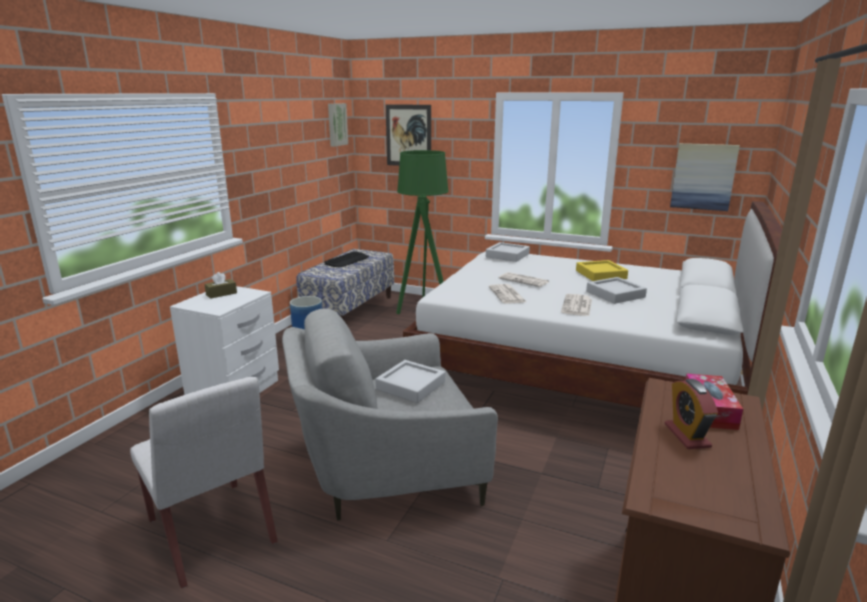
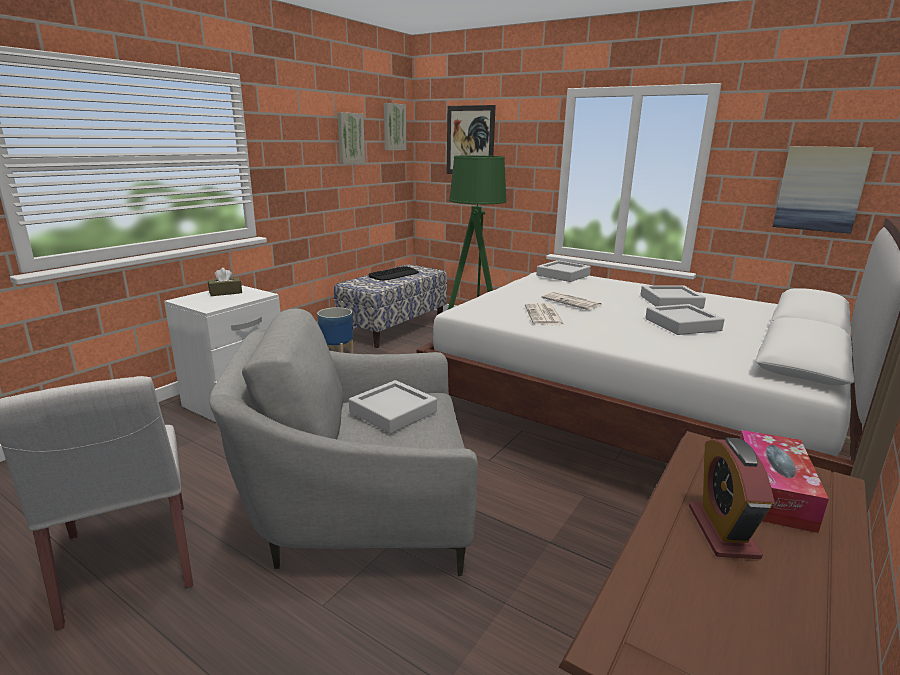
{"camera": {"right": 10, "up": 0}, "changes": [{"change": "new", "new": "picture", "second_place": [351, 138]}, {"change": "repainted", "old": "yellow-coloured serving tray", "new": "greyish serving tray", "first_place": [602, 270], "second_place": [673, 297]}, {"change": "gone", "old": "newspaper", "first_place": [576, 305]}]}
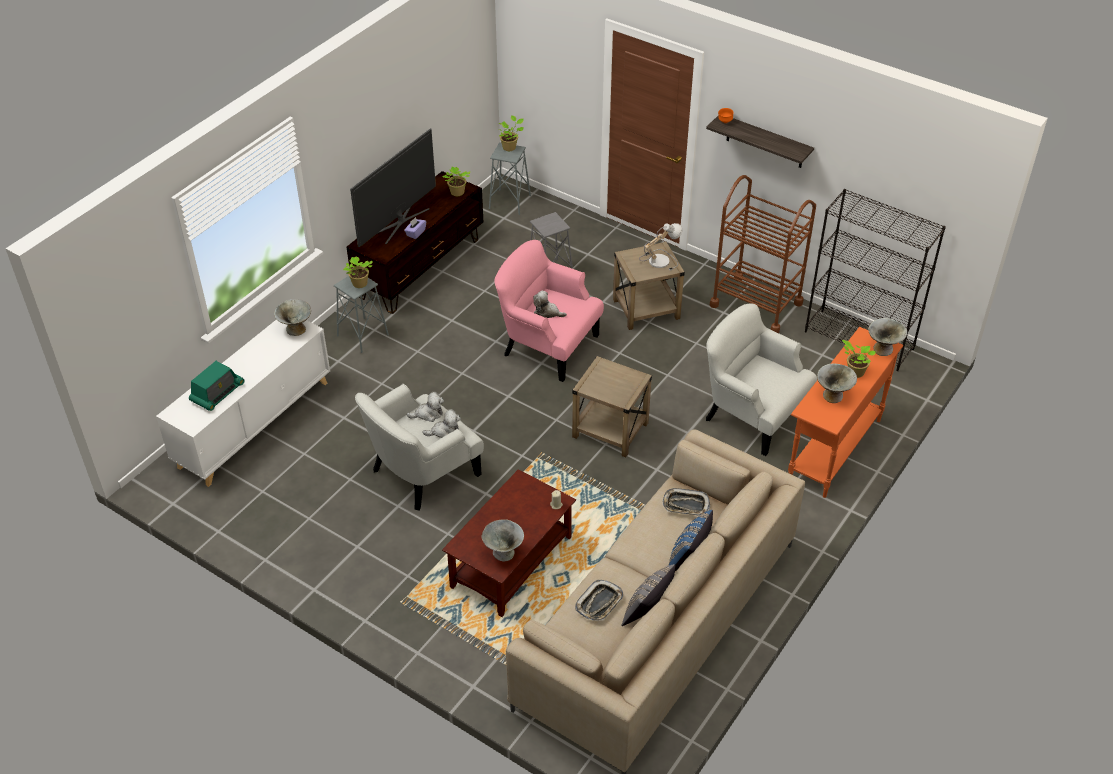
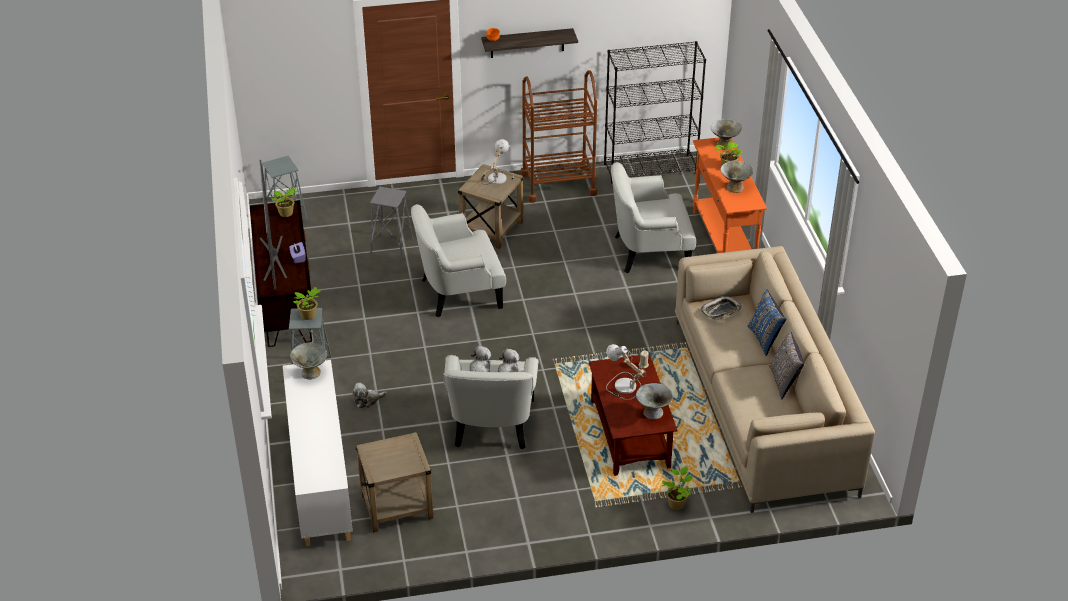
{"camera": {"right": -45, "up": -5}, "changes": [{"change": "shifted", "old": "cuddly toy", "first_place": [550, 304], "second_place": [369, 395]}, {"change": "shifted", "old": "sand-coloured accent table", "first_place": [612, 406], "second_place": [394, 482]}, {"change": "repainted", "old": "pink lounge chair", "new": "whitish lounge chair", "first_place": [549, 311], "second_place": [458, 260]}, {"change": "new", "new": "tabletop lamp", "second_place": [626, 372]}, {"change": "shifted", "old": "plant in a pot", "first_place": [511, 133], "second_place": [677, 488]}, {"change": "gone", "old": "radio set", "first_place": [216, 386]}, {"change": "gone", "old": "serving tray", "first_place": [599, 600]}]}
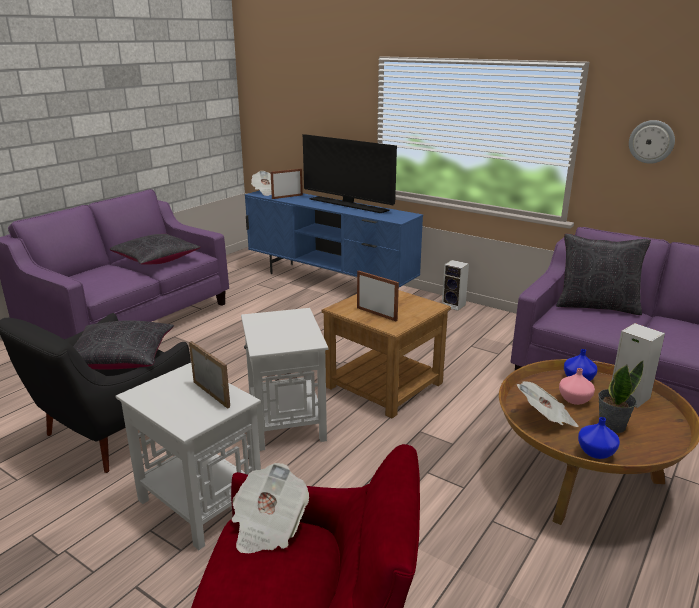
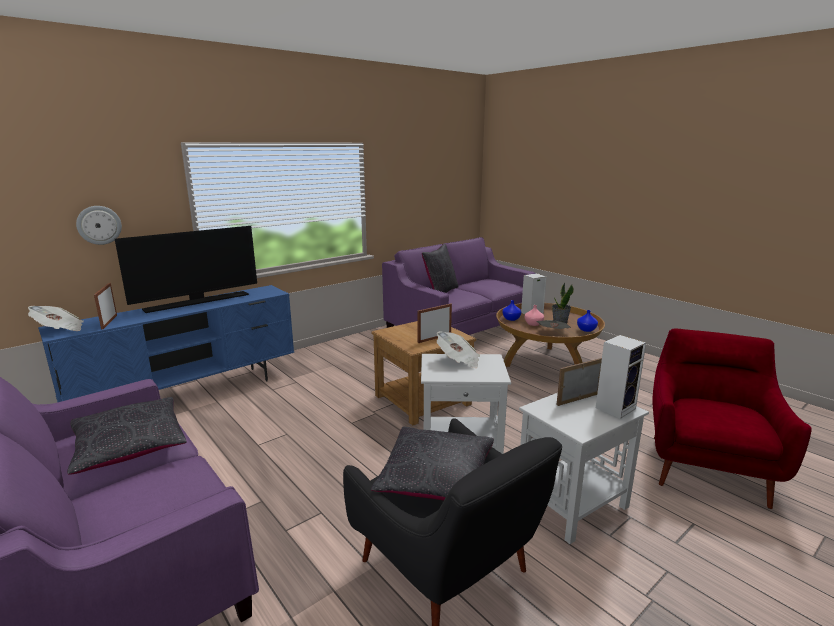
{"camera": {"right": -75, "up": -5}, "changes": [{"change": "shifted", "old": "hanging clock", "first_place": [652, 142], "second_place": [99, 225]}, {"change": "shifted", "old": "newspaper", "first_place": [270, 508], "second_place": [458, 349]}, {"change": "shifted", "old": "loudspeaker", "first_place": [455, 285], "second_place": [621, 377]}]}
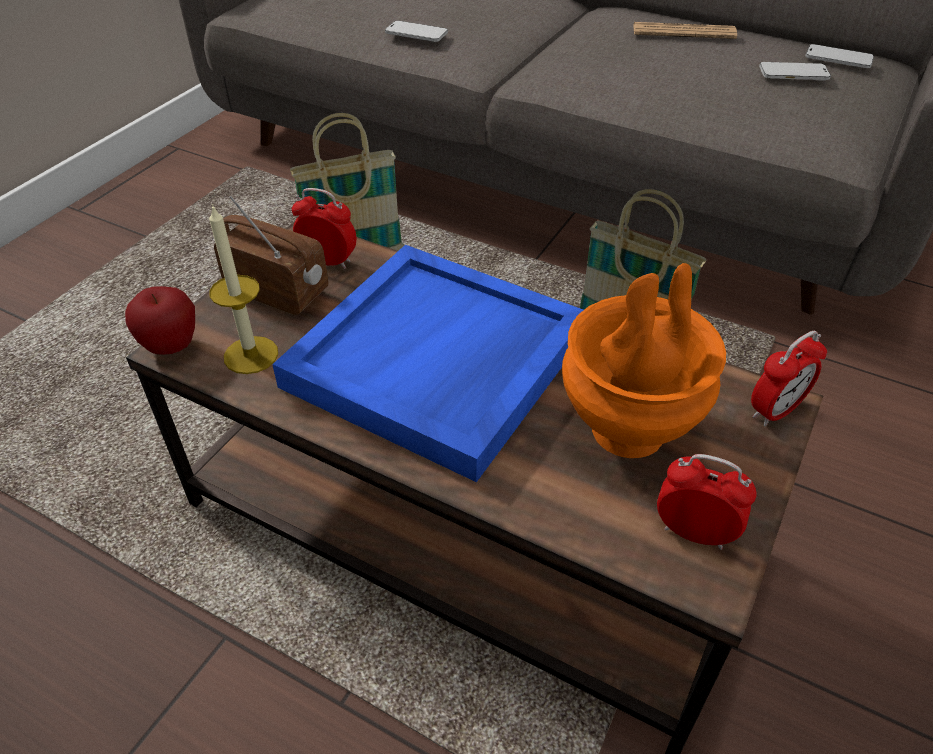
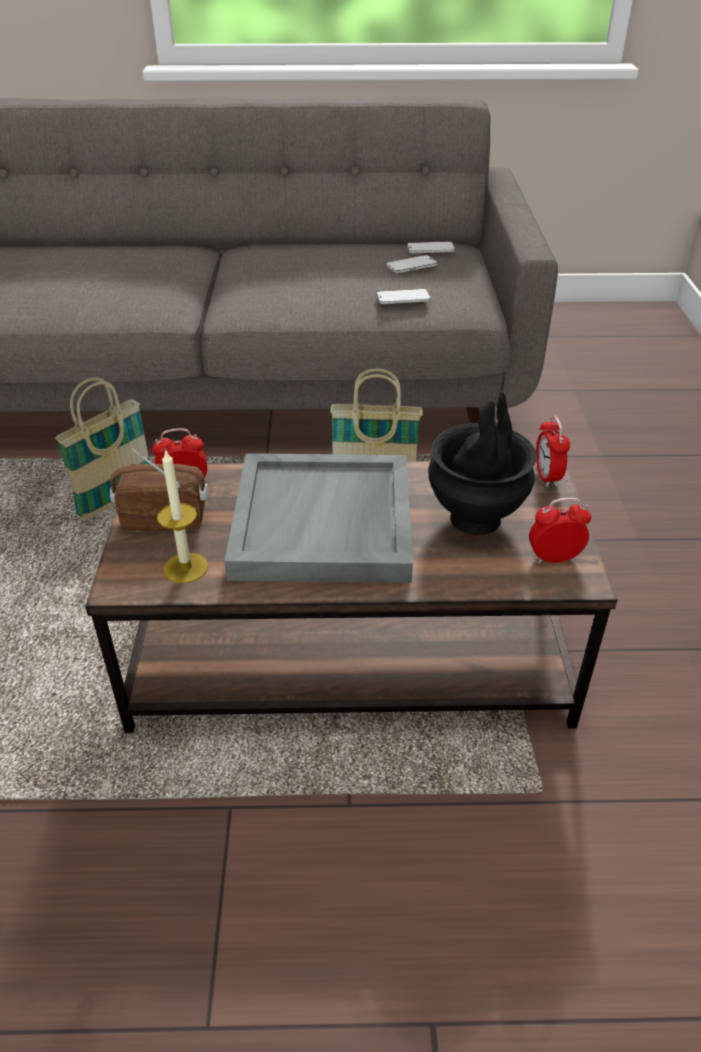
{"camera": {"right": -30, "up": -5}, "changes": [{"change": "repainted", "old": "bluish serving tray", "new": "greyish serving tray", "first_place": [427, 363], "second_place": [318, 518]}, {"change": "shifted", "old": "phone", "first_place": [416, 31], "second_place": [403, 296]}, {"change": "repainted", "old": "orangey decorative vase", "new": "blackish decorative vase", "first_place": [644, 360], "second_place": [482, 462]}, {"change": "rotated", "old": "alarm clock", "first_place": [789, 378], "second_place": [553, 451], "degrees": 150}, {"change": "gone", "old": "apple fruit", "first_place": [160, 320]}, {"change": "gone", "old": "newspaper", "first_place": [685, 30]}]}
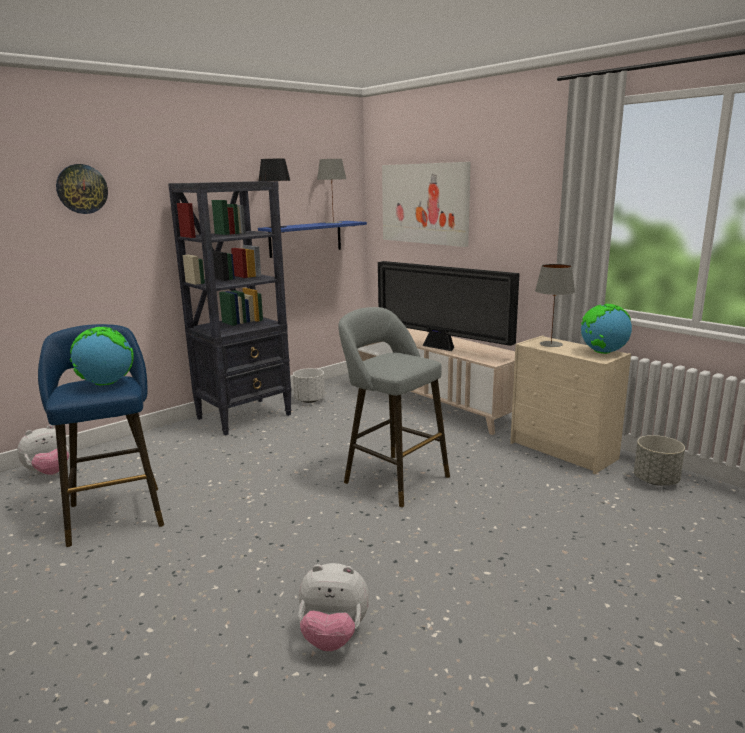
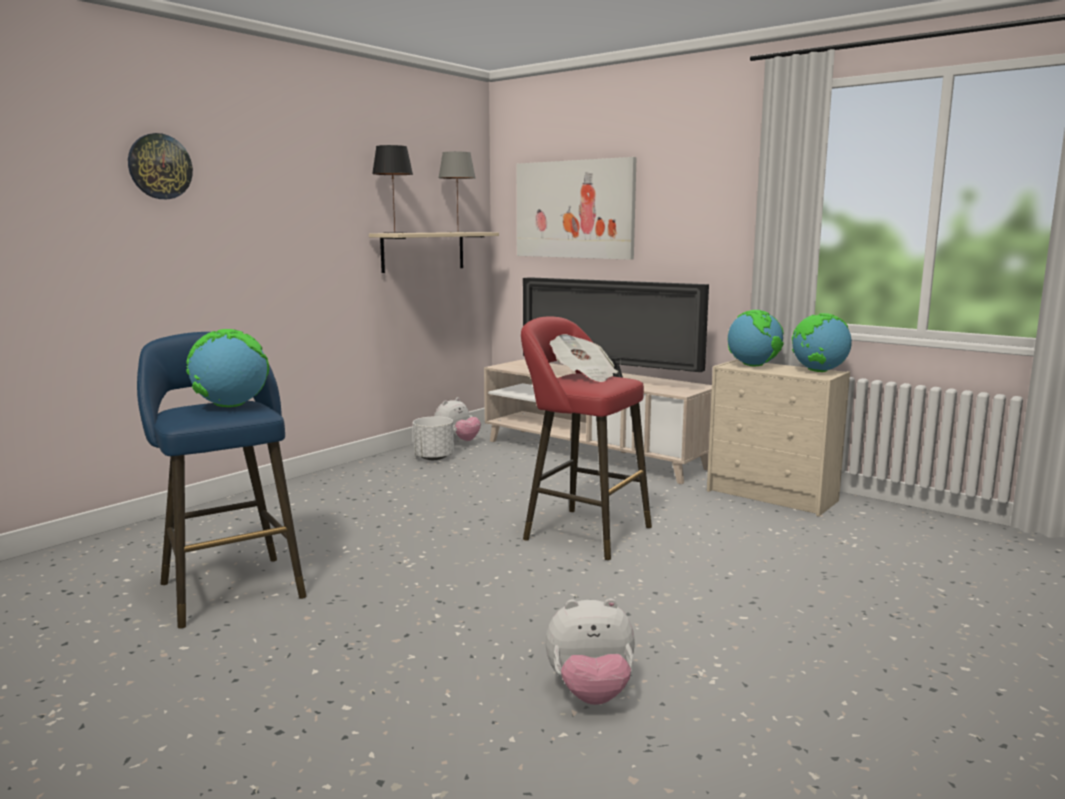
{"camera": {"right": -10, "up": -5}, "changes": [{"change": "repainted", "old": "bluish bracket shelf", "new": "sand-coloured bracket shelf", "first_place": [312, 239], "second_place": [434, 252]}, {"change": "shifted", "old": "cuddly toy", "first_place": [43, 450], "second_place": [457, 419]}, {"change": "repainted", "old": "greyish stool", "new": "reddish stool", "first_place": [394, 407], "second_place": [586, 438]}, {"change": "new", "new": "newspaper", "second_place": [584, 358]}, {"change": "swapped", "old": "greyish tabletop lamp", "new": "world globe", "first_place": [555, 305], "second_place": [755, 338]}, {"change": "gone", "old": "blackish shelving unit", "first_place": [230, 308]}, {"change": "gone", "old": "greyish planter", "first_place": [659, 460]}]}
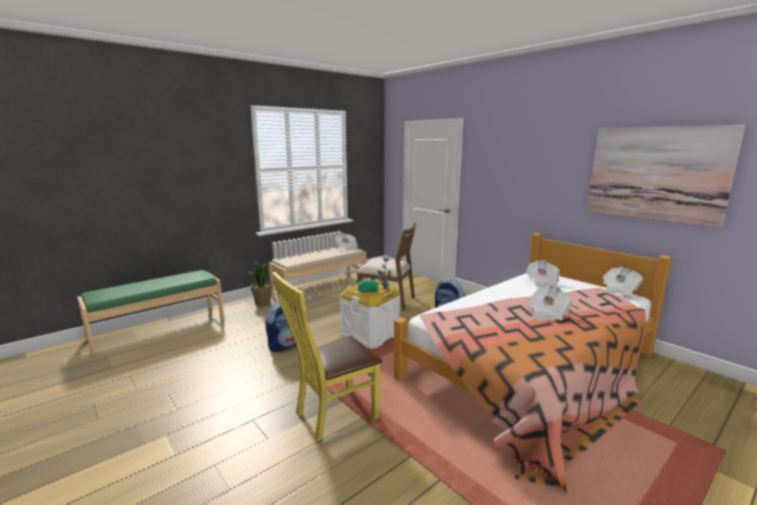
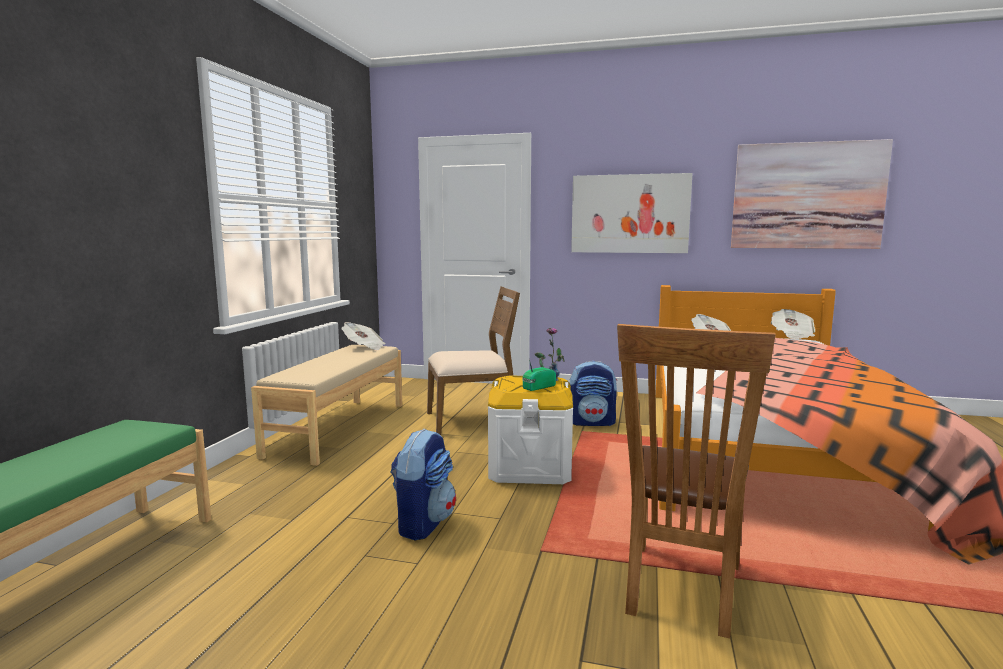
{"camera": {"right": -35, "up": -5}, "changes": [{"change": "new", "new": "picture", "second_place": [632, 213]}, {"change": "repainted", "old": "yellow-coloured upright chair", "new": "brown-coloured upright chair", "first_place": [327, 357], "second_place": [696, 481]}, {"change": "gone", "old": "plant in a pot", "first_place": [259, 283]}, {"change": "gone", "old": "newspaper", "first_place": [551, 303]}]}
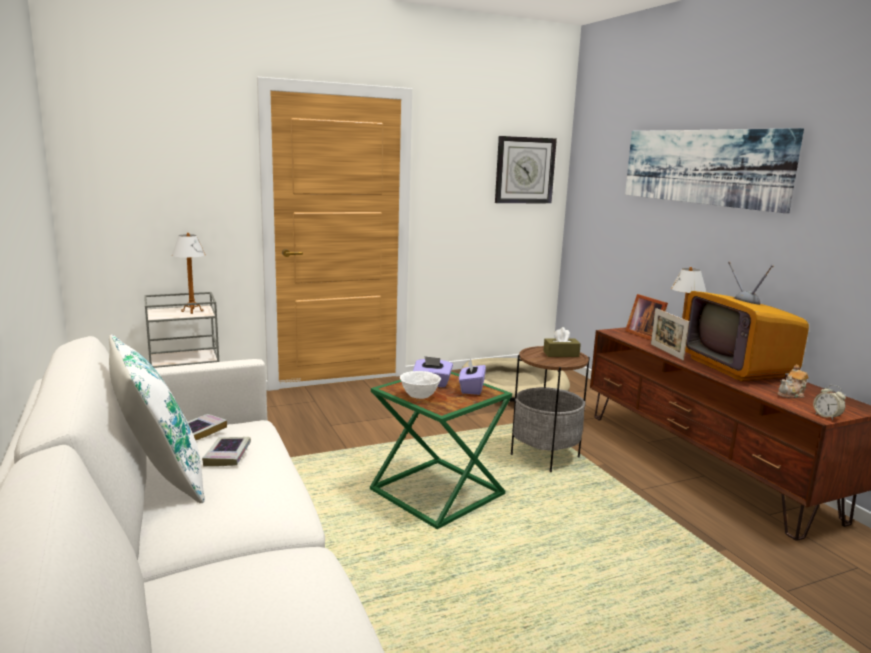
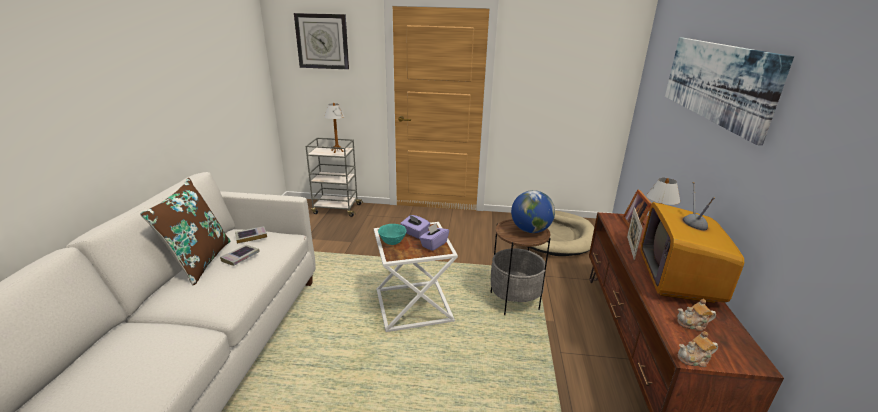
{"camera": {"right": 30, "up": 10}, "changes": [{"change": "repainted", "old": "whitish pillow", "new": "brown-coloured pillow", "first_place": [157, 419], "second_place": [185, 231]}, {"change": "shifted", "old": "hanging clock", "first_place": [526, 169], "second_place": [321, 41]}, {"change": "repainted", "old": "green accent table", "new": "whitish accent table", "first_place": [441, 450], "second_place": [416, 277]}, {"change": "repainted", "old": "whitish serving bowl", "new": "turquoise-coloured serving bowl", "first_place": [420, 385], "second_place": [392, 234]}, {"change": "swapped", "old": "brown-coloured box of tissues", "new": "world globe", "first_place": [562, 342], "second_place": [533, 211]}, {"change": "swapped", "old": "alarm clock", "new": "teapot", "first_place": [829, 402], "second_place": [698, 349]}]}
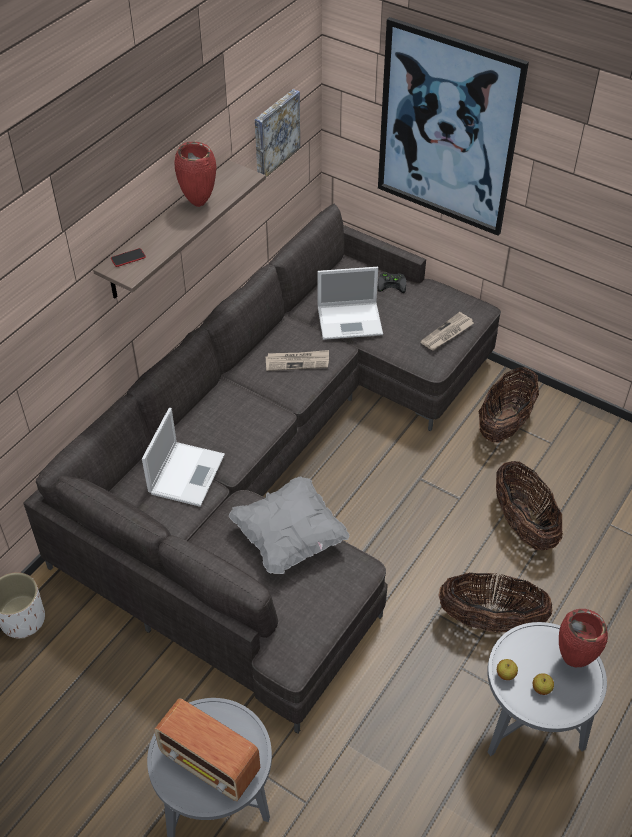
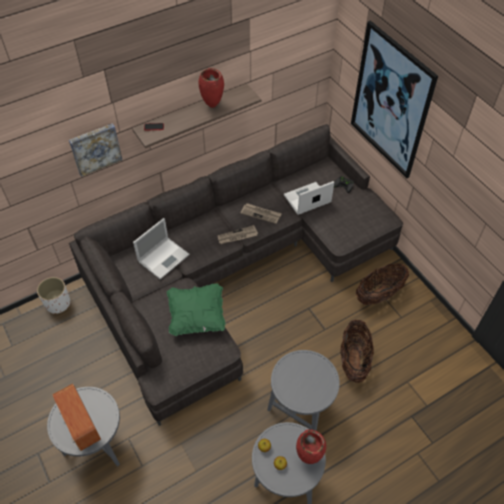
{"camera": {"right": 25, "up": 5}, "changes": [{"change": "shifted", "old": "picture", "first_place": [277, 133], "second_place": [95, 150]}, {"change": "repainted", "old": "greyish pillow", "new": "green pillow", "first_place": [289, 525], "second_place": [196, 310]}, {"change": "shifted", "old": "newspaper", "first_place": [447, 331], "second_place": [238, 234]}, {"change": "swapped", "old": "household basket", "new": "greyish accent table", "first_place": [495, 602], "second_place": [303, 390]}, {"change": "rotated", "old": "laptop", "first_place": [350, 303], "second_place": [309, 198], "degrees": 135}]}
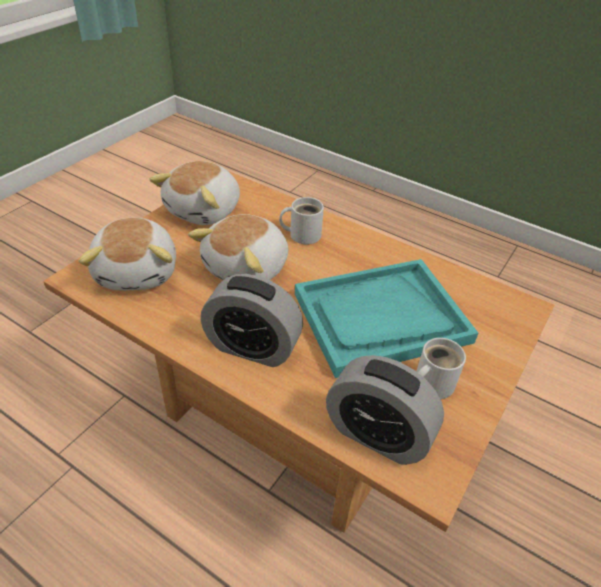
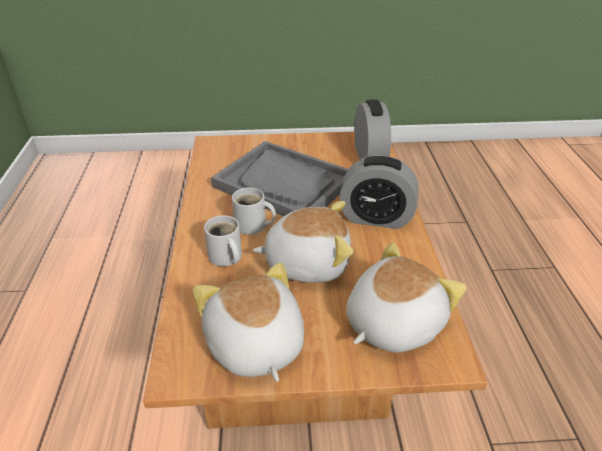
{"camera": {"right": -125, "up": -5}, "changes": [{"change": "rotated", "old": "cuddly toy", "first_place": [195, 193], "second_place": [248, 322], "degrees": -105}, {"change": "repainted", "old": "turquoise-coloured serving tray", "new": "greyish serving tray", "first_place": [386, 318], "second_place": [279, 178]}, {"change": "shifted", "old": "whitish coffee mug", "first_place": [441, 368], "second_place": [254, 211]}, {"change": "rotated", "old": "alarm clock", "first_place": [252, 320], "second_place": [378, 192], "degrees": 120}]}
